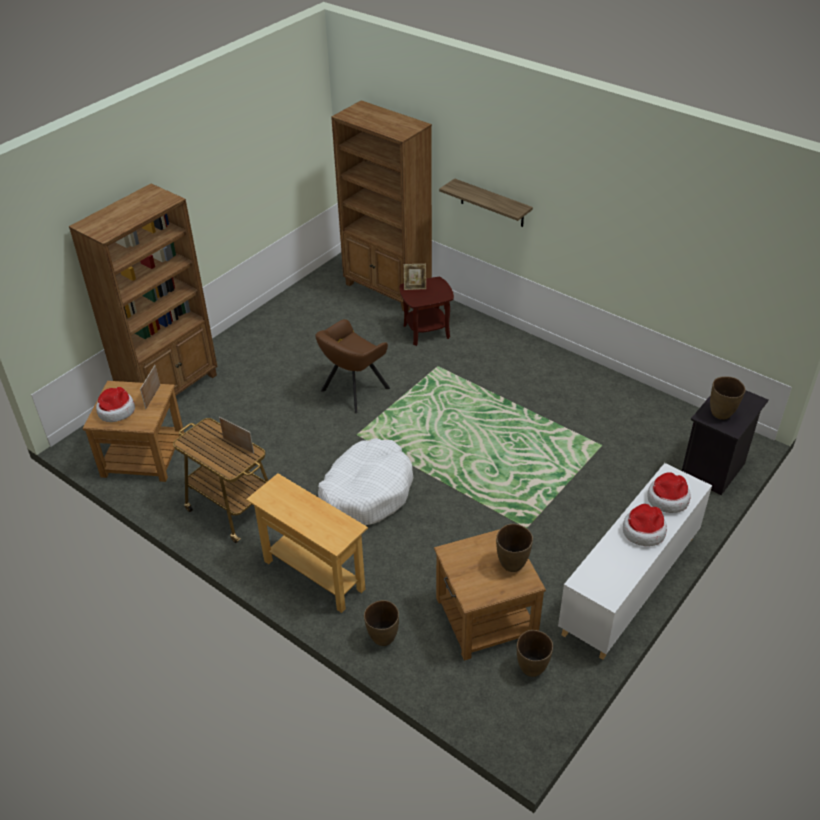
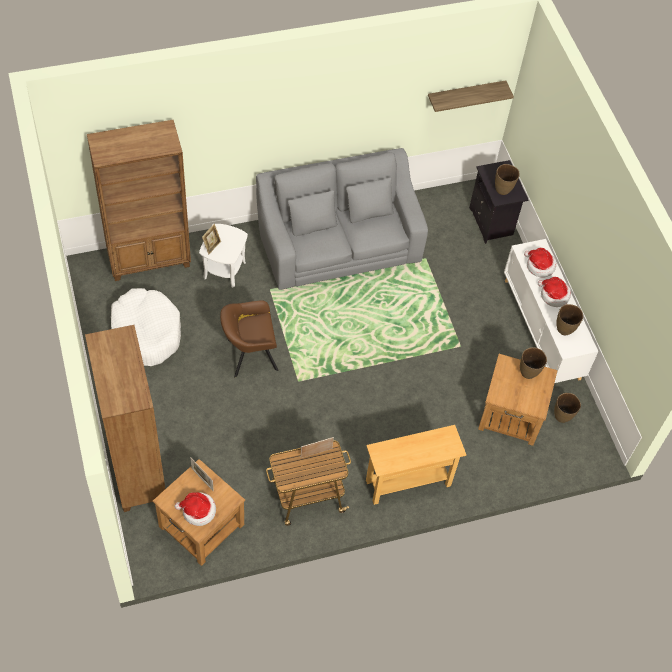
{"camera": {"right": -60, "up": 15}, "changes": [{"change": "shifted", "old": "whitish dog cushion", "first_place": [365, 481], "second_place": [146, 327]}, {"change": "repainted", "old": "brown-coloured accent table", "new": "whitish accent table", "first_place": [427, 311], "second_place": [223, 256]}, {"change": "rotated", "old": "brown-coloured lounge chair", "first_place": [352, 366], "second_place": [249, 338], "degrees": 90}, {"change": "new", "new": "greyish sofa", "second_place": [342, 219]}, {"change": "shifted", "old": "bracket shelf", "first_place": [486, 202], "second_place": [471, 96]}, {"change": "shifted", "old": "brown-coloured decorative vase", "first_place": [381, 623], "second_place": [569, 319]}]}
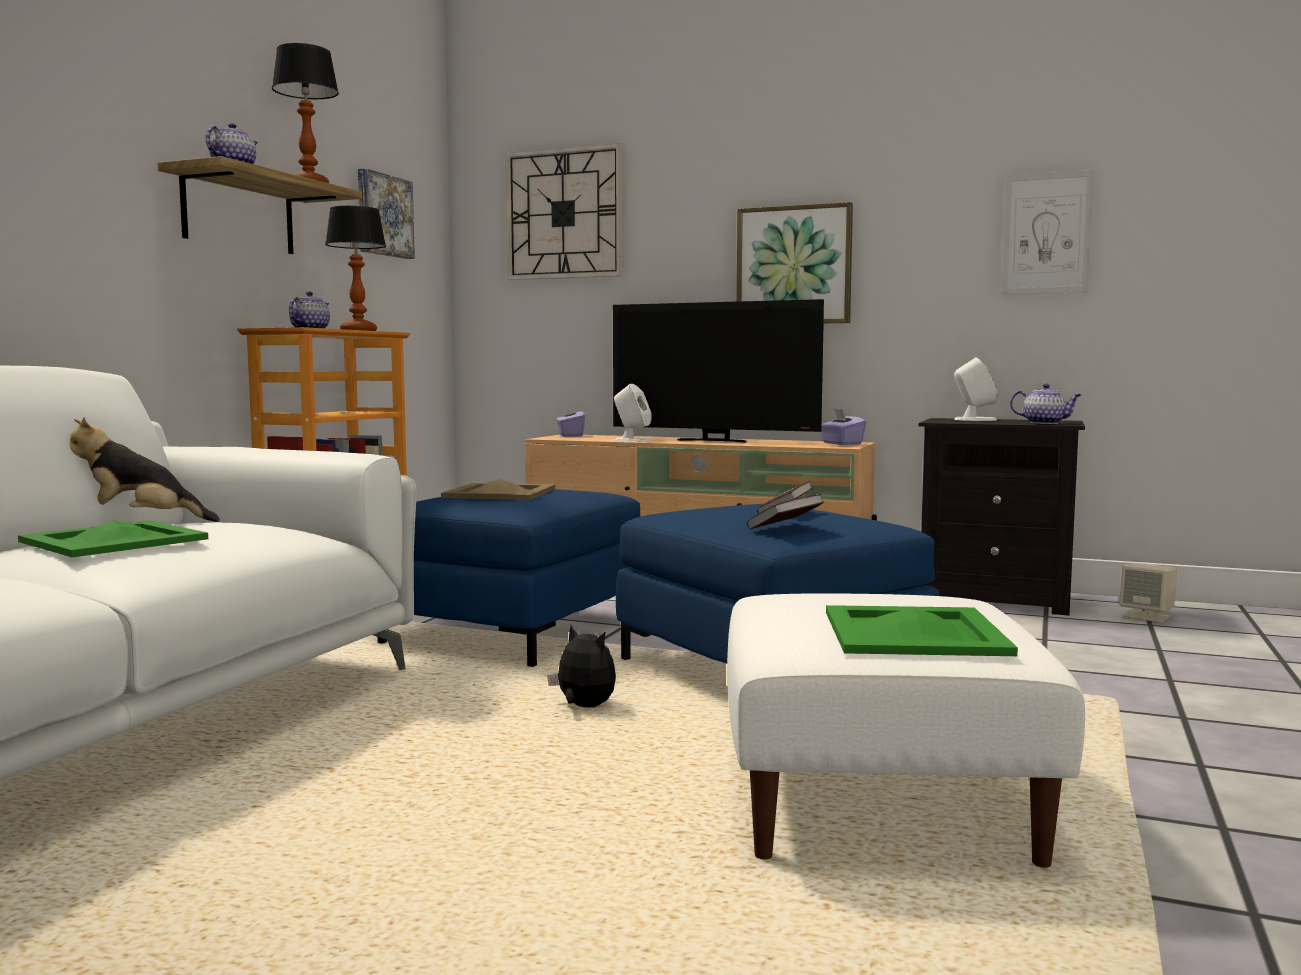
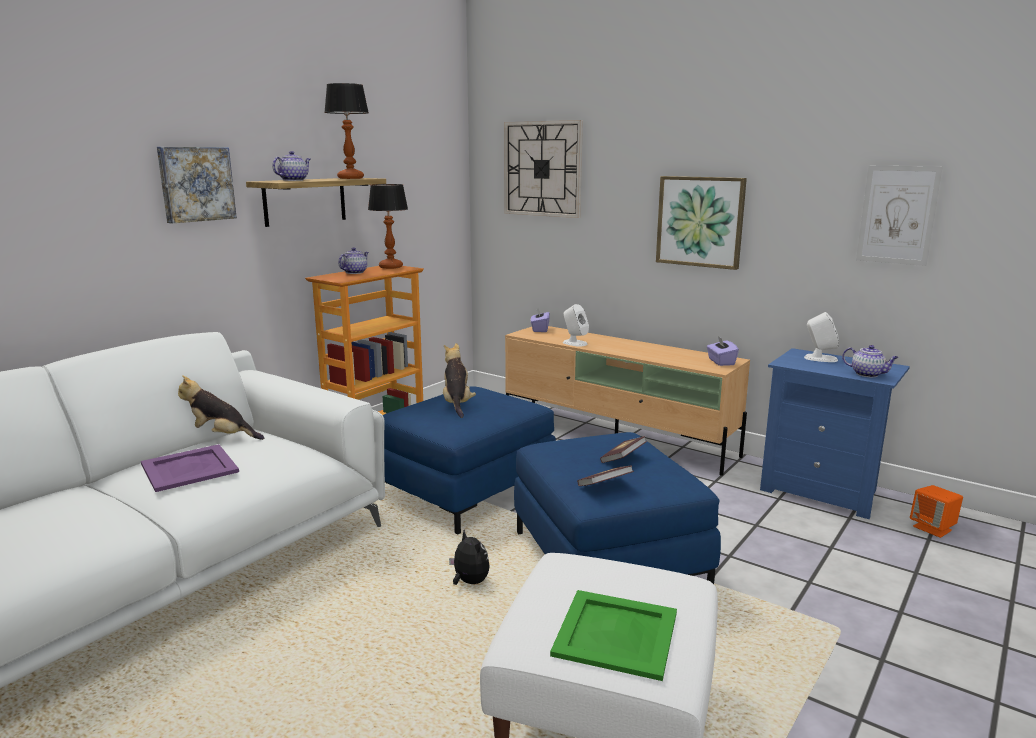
{"camera": {"right": 15, "up": 10}, "changes": [{"change": "repainted", "old": "green serving tray", "new": "purple serving tray", "first_place": [113, 538], "second_place": [190, 468]}, {"change": "shifted", "old": "picture", "first_place": [386, 213], "second_place": [197, 185]}, {"change": "swapped", "old": "sand-coloured serving tray", "new": "cuddly toy", "first_place": [498, 489], "second_place": [459, 380]}, {"change": "repainted", "old": "blackish bedside table", "new": "bluish bedside table", "first_place": [1002, 517], "second_place": [835, 433]}, {"change": "repainted", "old": "sand-coloured loudspeaker", "new": "orangey loudspeaker", "first_place": [1148, 593], "second_place": [936, 511]}, {"change": "gone", "old": "TV", "first_place": [718, 371]}]}
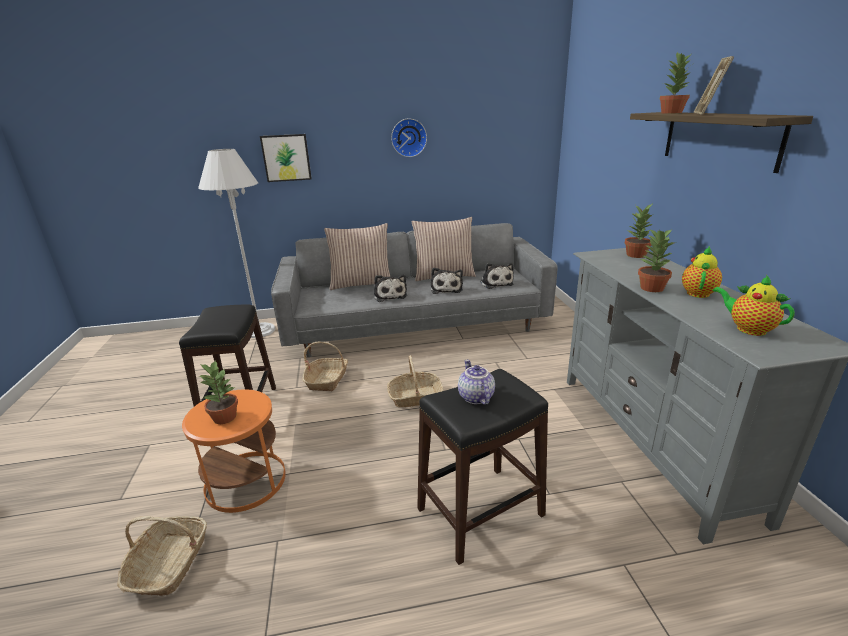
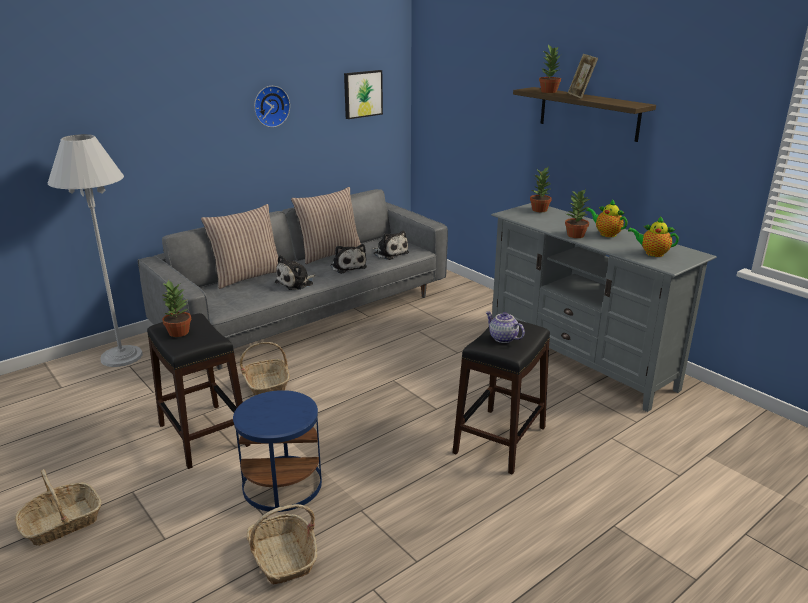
{"camera": {"right": -30, "up": 0}, "changes": [{"change": "shifted", "old": "household basket", "first_place": [415, 381], "second_place": [58, 507]}, {"change": "shifted", "old": "plant in a pot", "first_place": [218, 392], "second_place": [176, 308]}, {"change": "repainted", "old": "orangey accent table", "new": "bluish accent table", "first_place": [234, 451], "second_place": [277, 451]}, {"change": "rotated", "old": "cuddly toy", "first_place": [390, 288], "second_place": [295, 272], "degrees": 90}, {"change": "shifted", "old": "picture", "first_place": [286, 158], "second_place": [363, 94]}, {"change": "rotated", "old": "teapot", "first_place": [702, 272], "second_place": [607, 218], "degrees": -45}]}
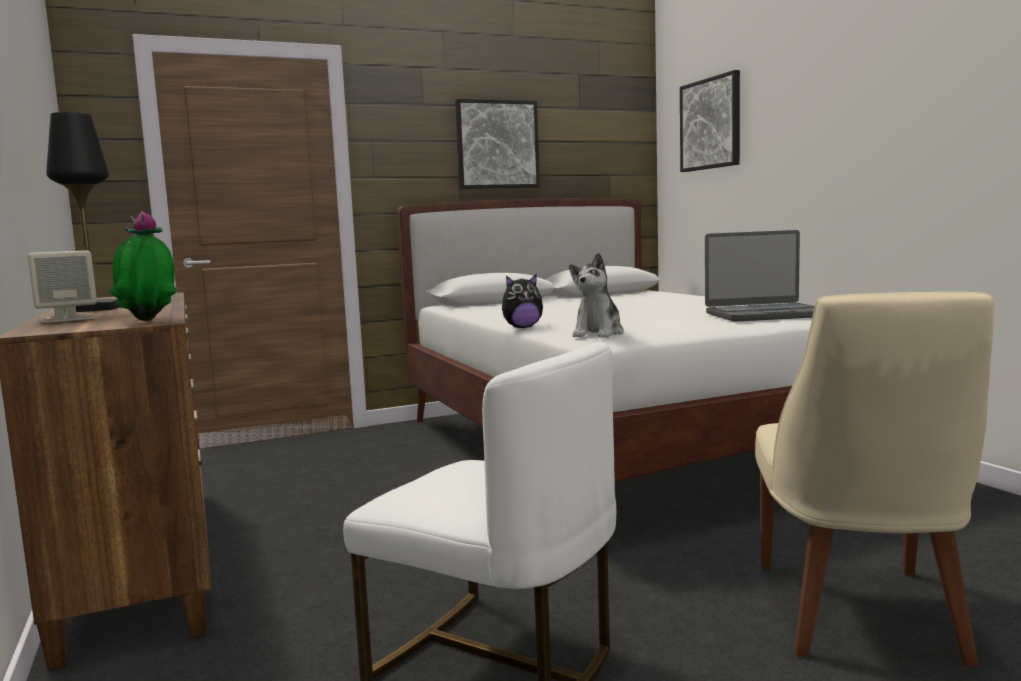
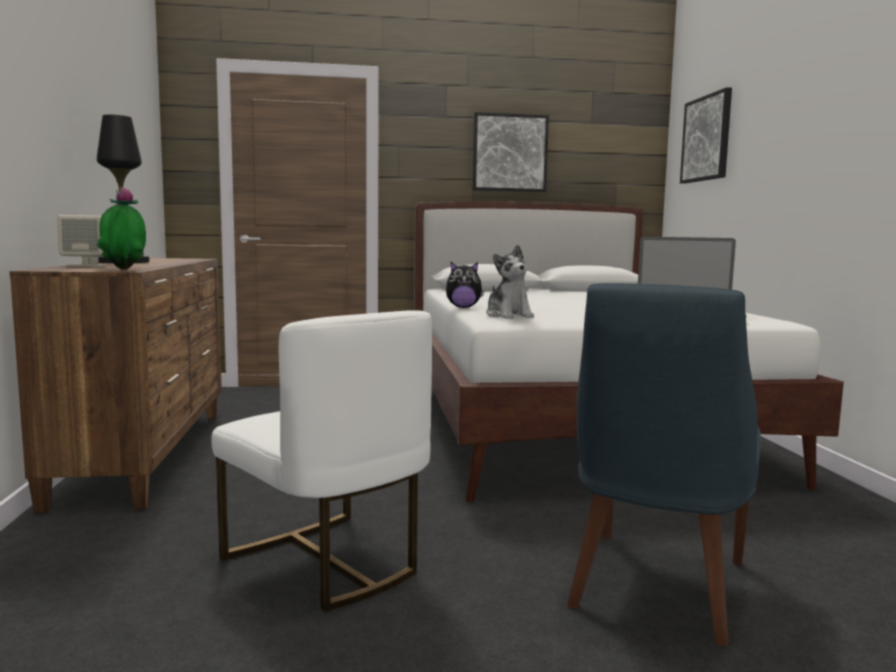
{"camera": {"right": 15, "up": 0}, "changes": [{"change": "rotated", "old": "cuddly toy", "first_place": [596, 295], "second_place": [510, 282], "degrees": -60}, {"change": "repainted", "old": "sand-coloured upright chair", "new": "bluish upright chair", "first_place": [874, 479], "second_place": [664, 464]}]}
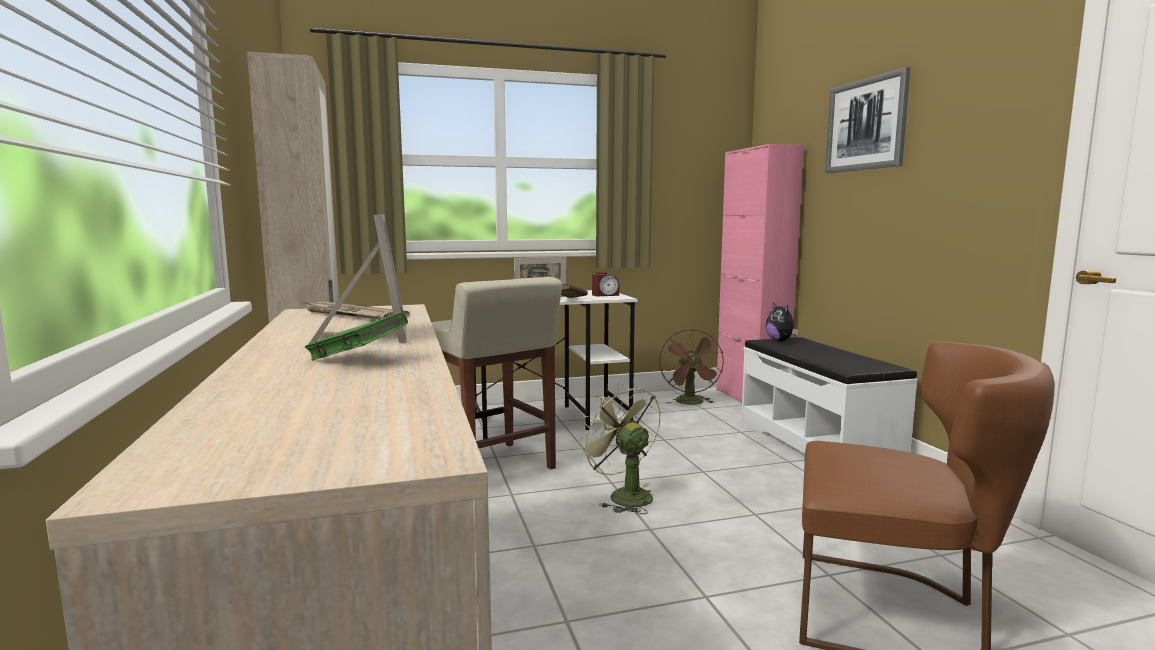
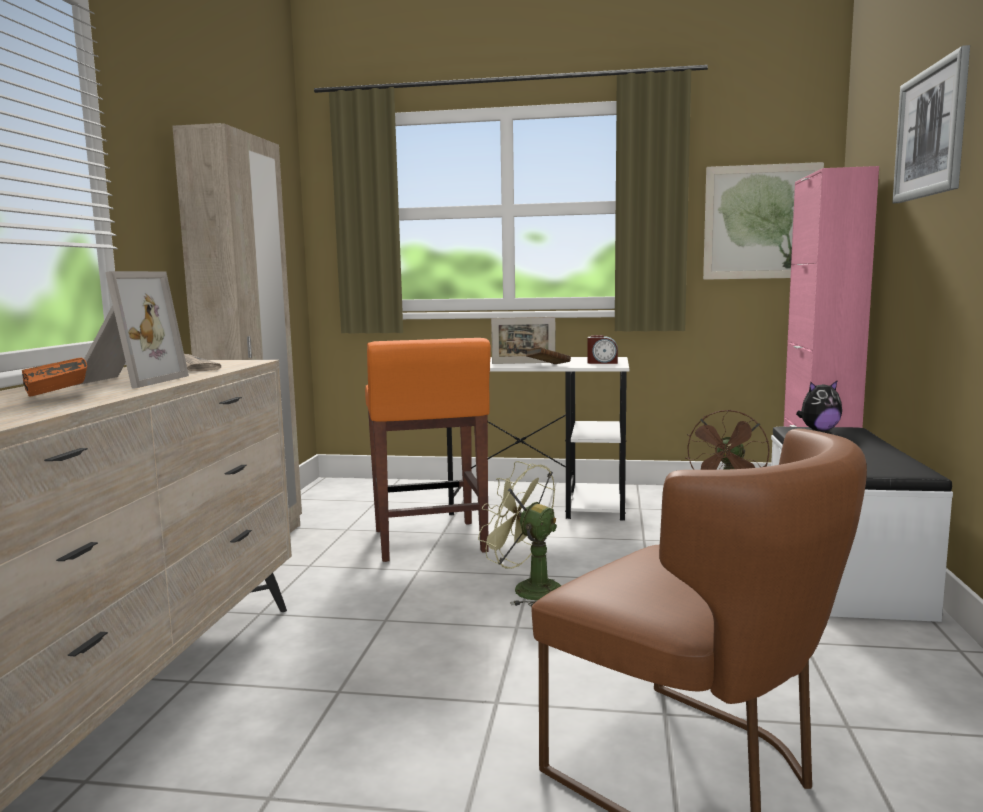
{"camera": {"right": 25, "up": 0}, "changes": [{"change": "repainted", "old": "green volume", "new": "orangey volume", "first_place": [356, 336], "second_place": [54, 377]}, {"change": "repainted", "old": "sand-coloured stool", "new": "orangey stool", "first_place": [496, 373], "second_place": [428, 450]}, {"change": "rotated", "old": "green electric fan", "first_place": [619, 448], "second_place": [519, 534], "degrees": -45}, {"change": "new", "new": "picture", "second_place": [763, 221]}, {"change": "rotated", "old": "cuddly toy", "first_place": [782, 322], "second_place": [819, 406], "degrees": -105}]}
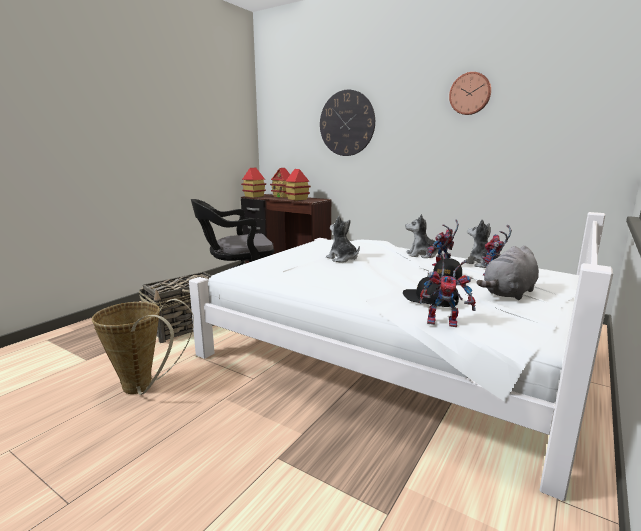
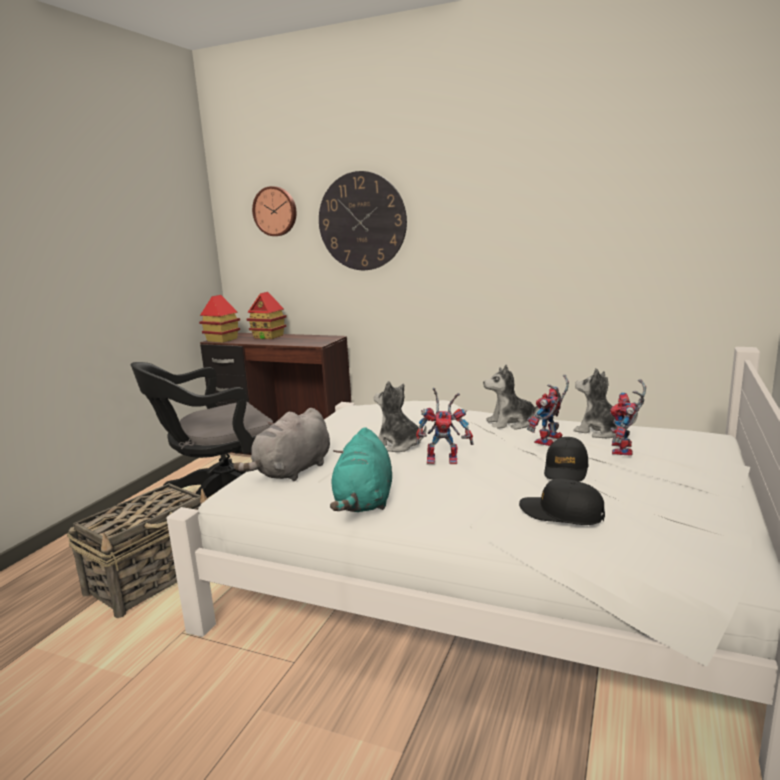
{"camera": {"right": -10, "up": 0}, "changes": [{"change": "shifted", "old": "greyish cuddly toy", "first_place": [508, 273], "second_place": [281, 444]}, {"change": "shifted", "old": "hanging clock", "first_place": [470, 93], "second_place": [274, 211]}, {"change": "new", "new": "turquoise-coloured cuddly toy", "second_place": [361, 469]}, {"change": "shifted", "old": "robot figure", "first_place": [447, 290], "second_place": [445, 426]}, {"change": "gone", "old": "household basket", "first_place": [143, 347]}, {"change": "gone", "old": "miniature house", "first_place": [297, 185]}]}
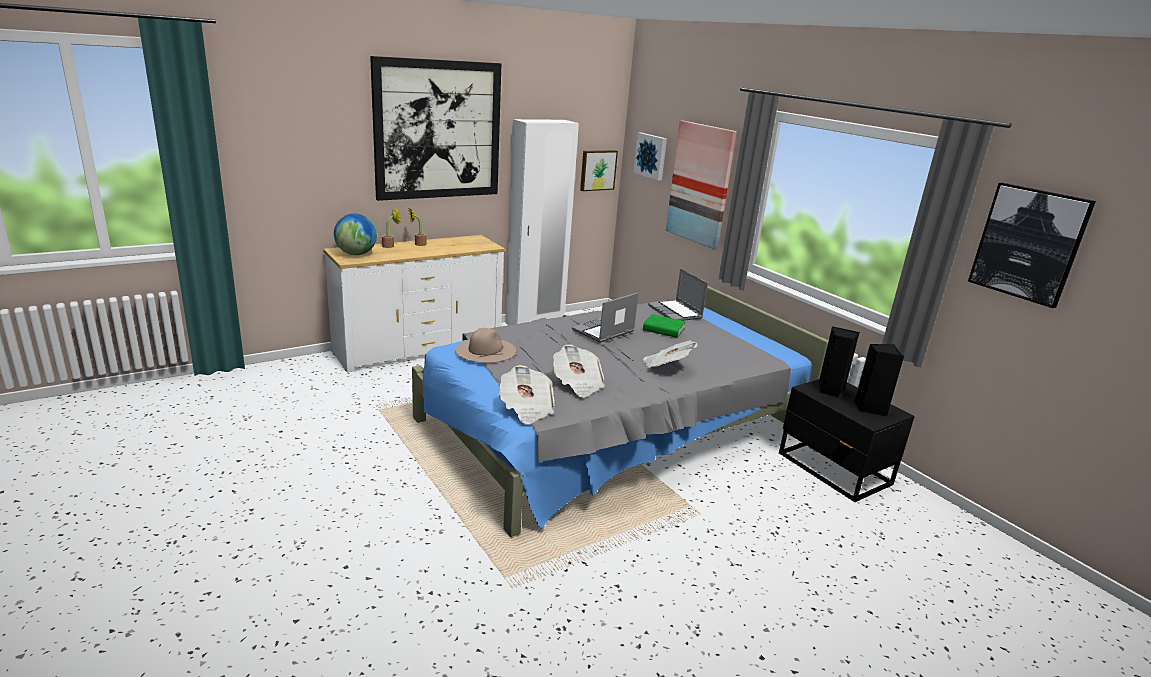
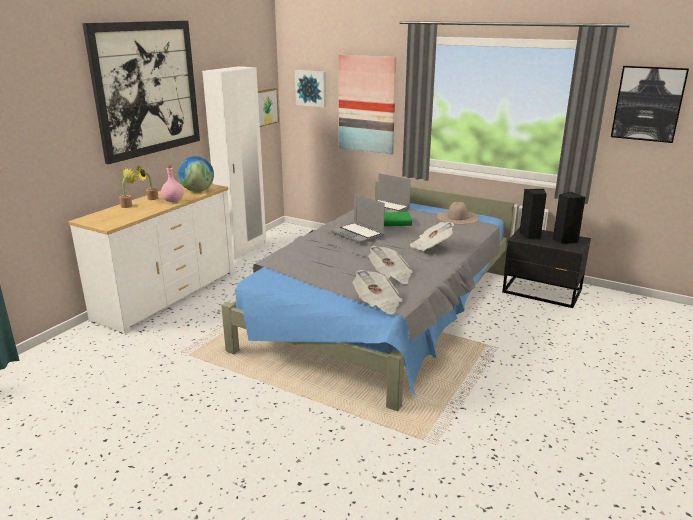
{"camera": {"right": -25, "up": 0}, "changes": [{"change": "new", "new": "pink bottle", "second_place": [172, 183]}, {"change": "shifted", "old": "world globe", "first_place": [355, 234], "second_place": [196, 174]}, {"change": "rotated", "old": "laptop", "first_place": [605, 318], "second_place": [358, 218], "degrees": -60}, {"change": "shifted", "old": "sand-coloured hat", "first_place": [485, 345], "second_place": [458, 213]}]}
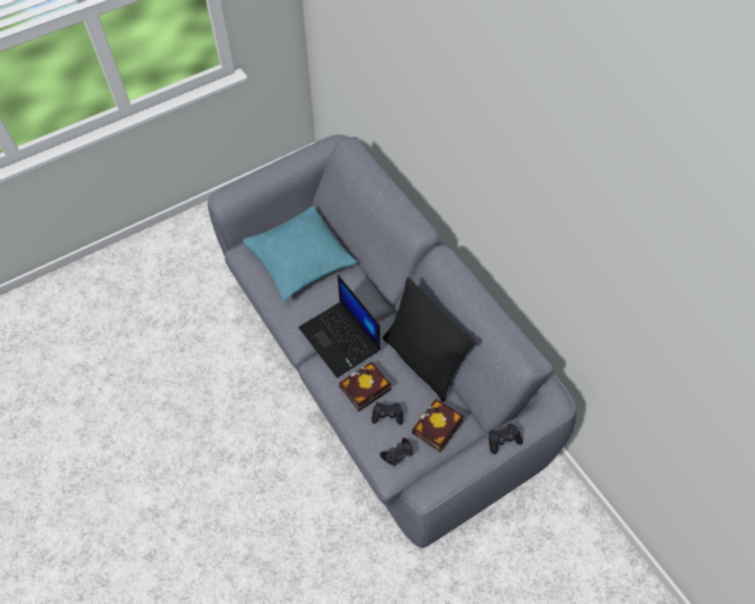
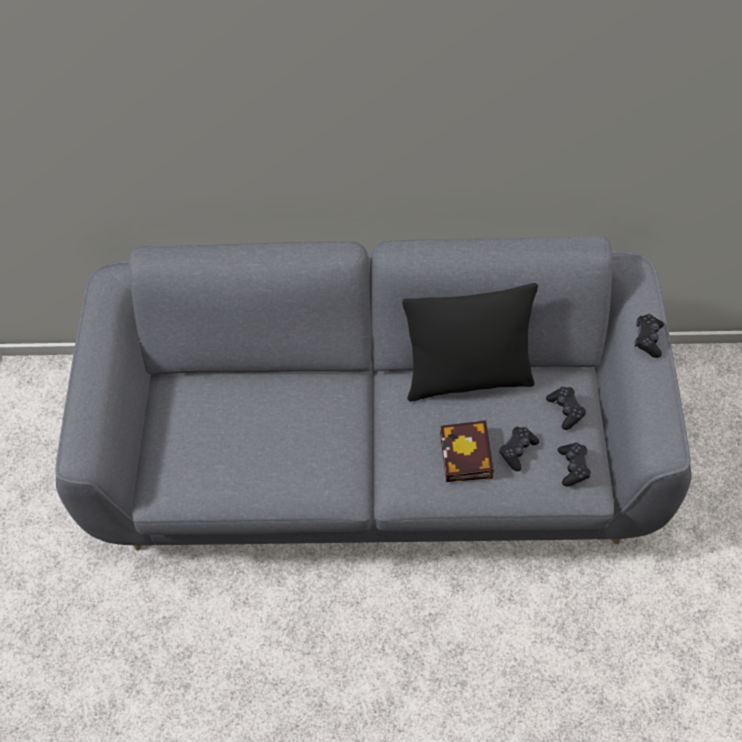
{"camera": {"right": -55, "up": 0}, "changes": [{"change": "swapped", "old": "volume", "new": "blackish game controller", "first_place": [438, 425], "second_place": [566, 408]}, {"change": "gone", "old": "turquoise-coloured pillow", "first_place": [300, 253]}, {"change": "gone", "old": "laptop", "first_place": [339, 326]}]}
